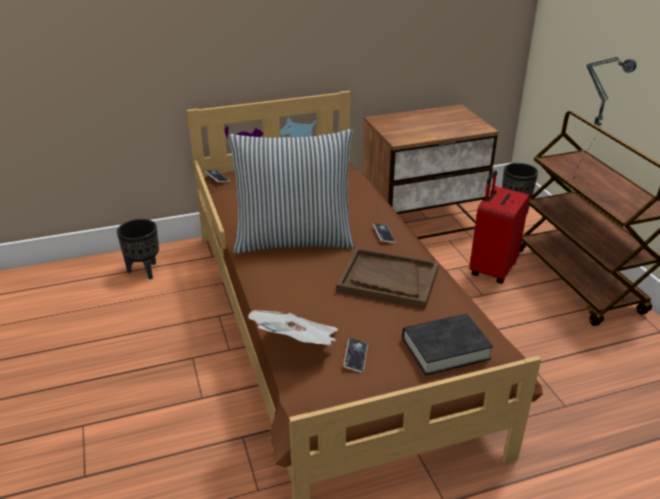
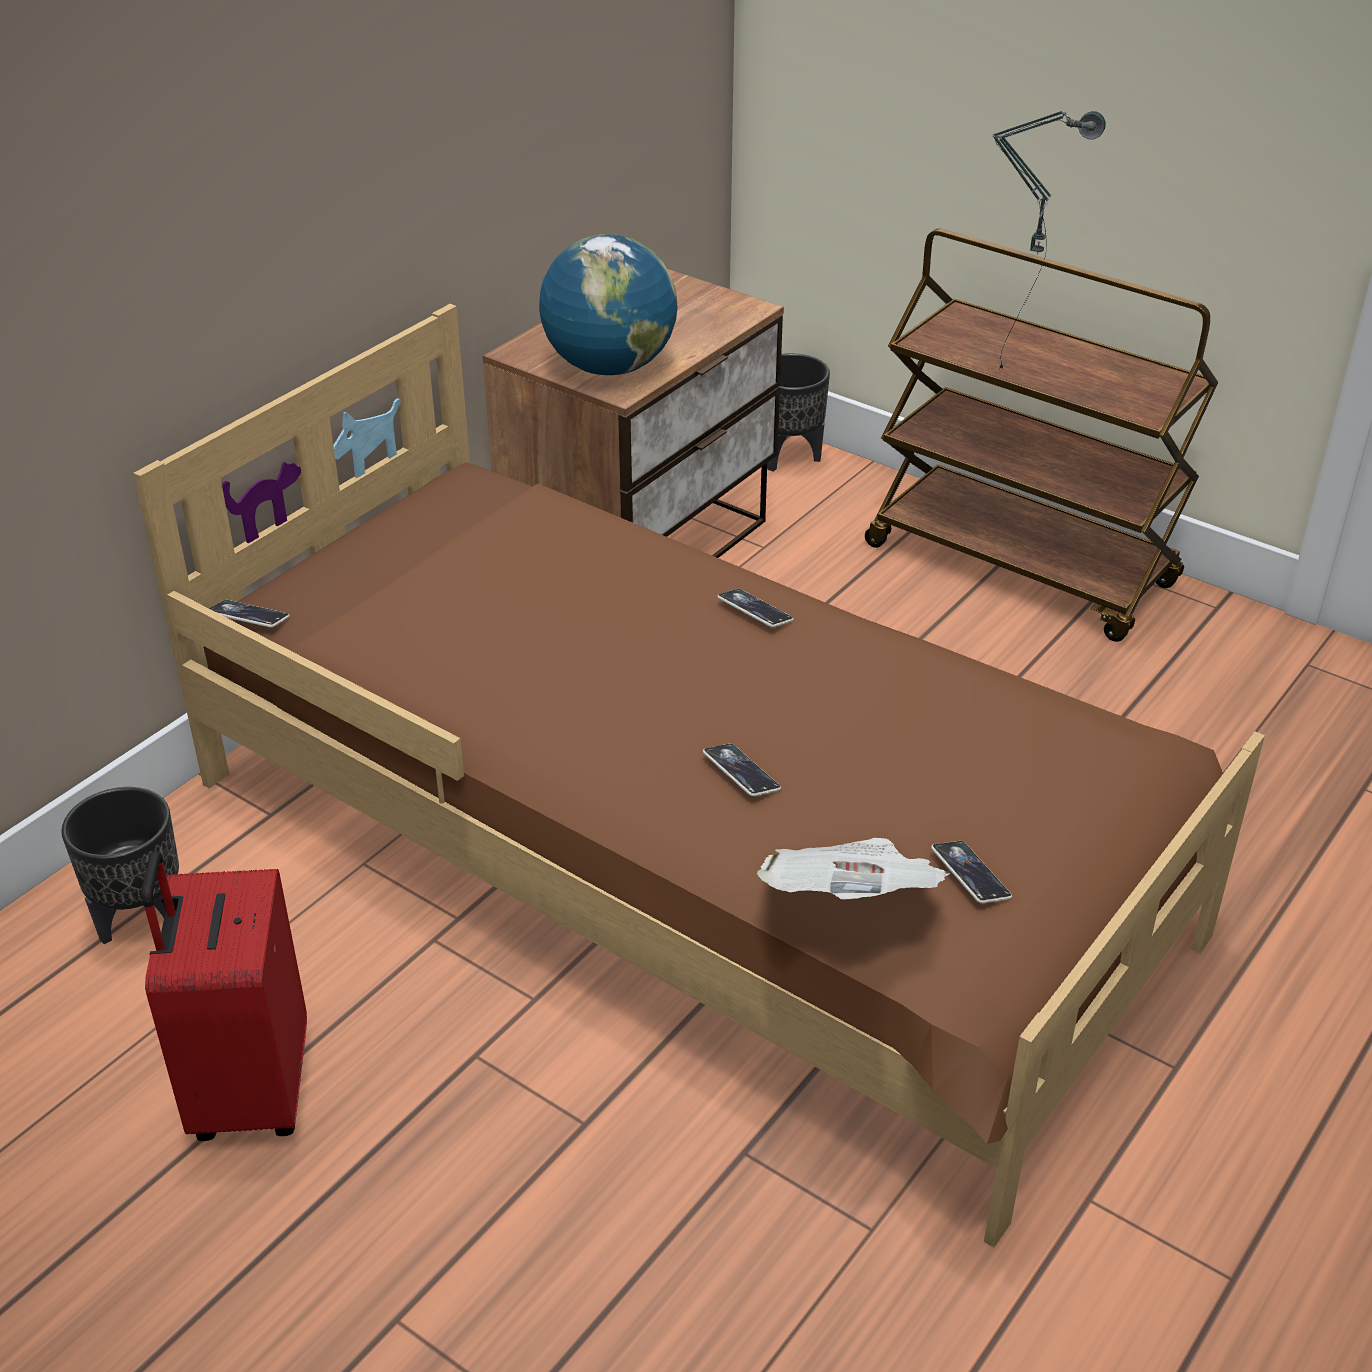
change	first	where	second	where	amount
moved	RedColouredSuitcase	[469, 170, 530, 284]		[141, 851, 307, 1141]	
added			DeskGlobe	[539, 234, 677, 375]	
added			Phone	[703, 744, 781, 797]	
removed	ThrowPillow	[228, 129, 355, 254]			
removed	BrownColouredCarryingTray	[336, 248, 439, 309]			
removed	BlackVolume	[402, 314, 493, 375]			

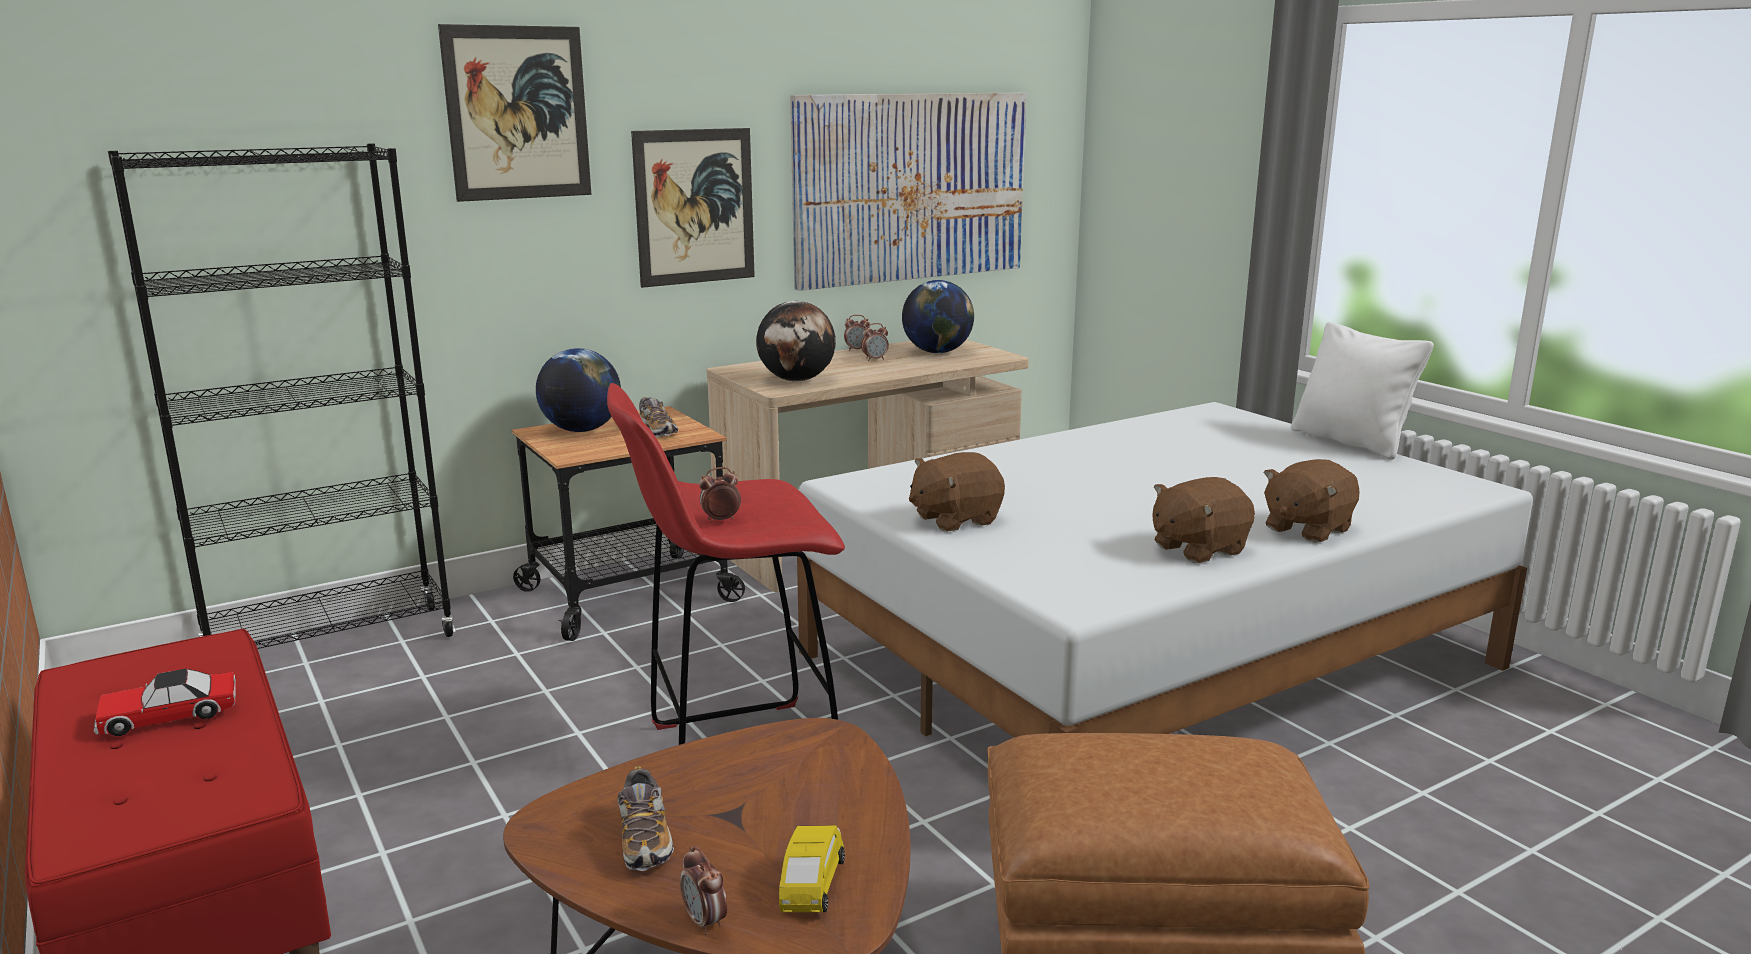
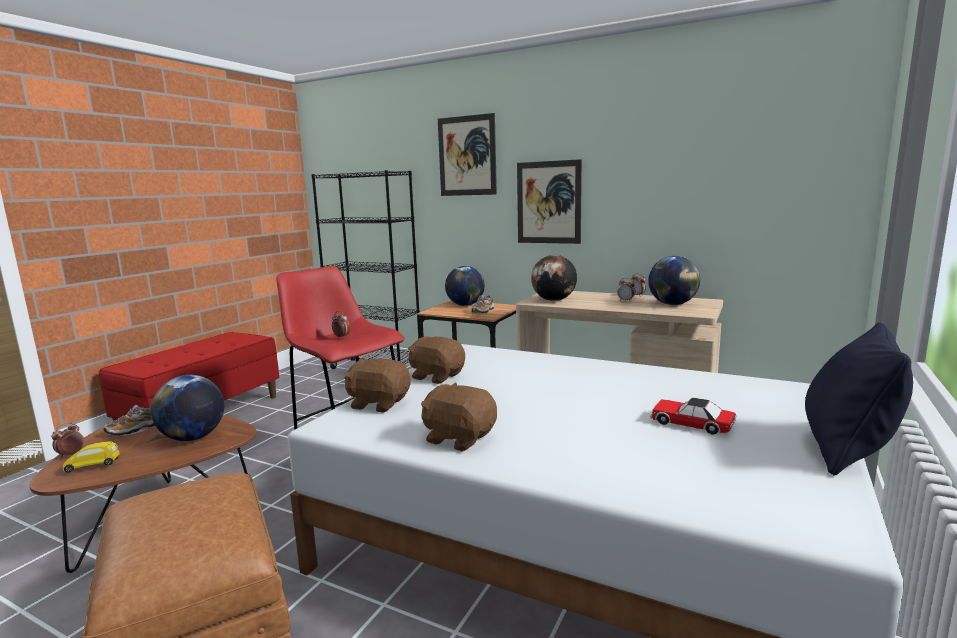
change	first	where	second	where	amount
added			DeskGlobe	[151, 375, 224, 441]	
moved	BrownColouredSoftToy	[1263, 459, 1359, 542]		[345, 358, 411, 413]	
moved	MiniatureCar	[94, 669, 236, 736]		[650, 398, 736, 434]	
recoloured	WhitishThrowPillow	[1291, 322, 1434, 460]	BlackThrowPillow	[805, 322, 913, 476]	
removed	Picture	[790, 93, 1026, 291]			

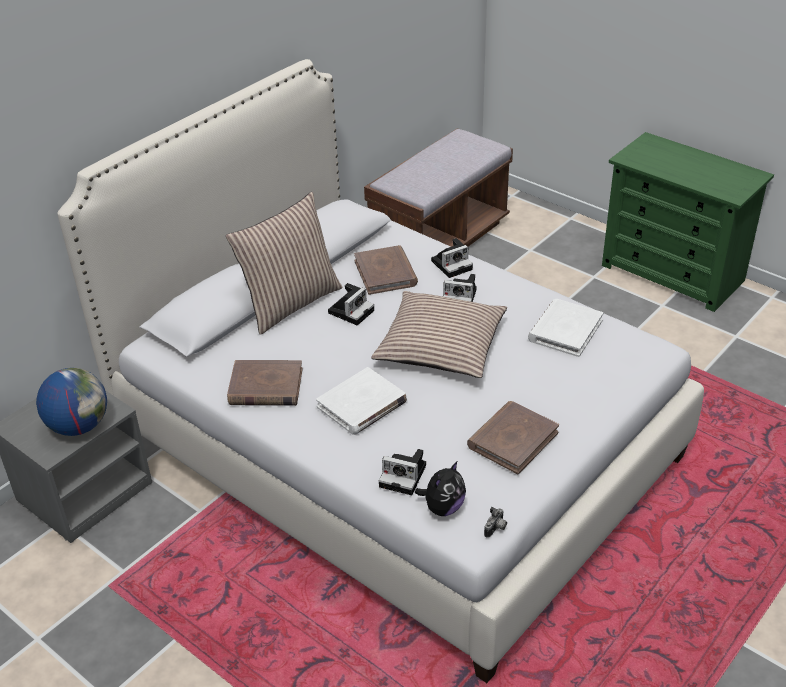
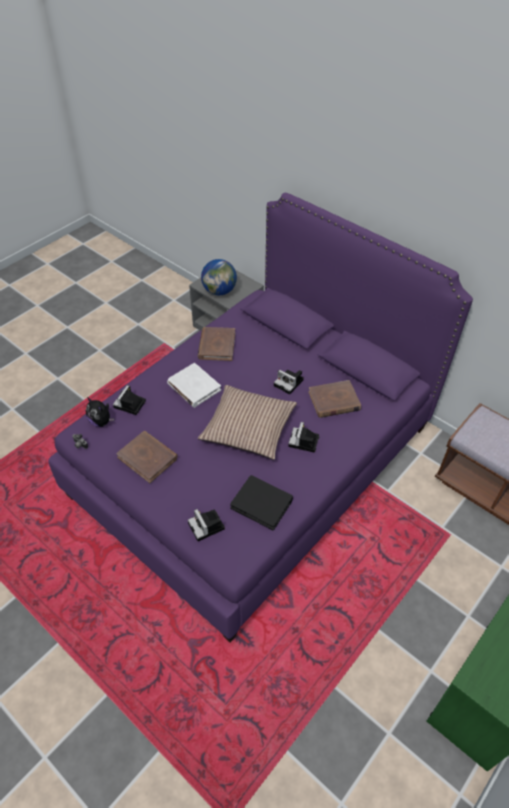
change	first	where	second	where	amount
recoloured	WhitishBedroomBed	[57, 59, 704, 683]	PurpleColouredBedroomBed	[48, 193, 473, 642]	
moved	PhotoCamera	[431, 238, 473, 278]		[188, 509, 225, 541]	
recoloured	WhitishVolume	[528, 299, 603, 357]	BlackVolume	[230, 475, 293, 531]	
removed	ThrowPillow	[226, 192, 342, 335]			

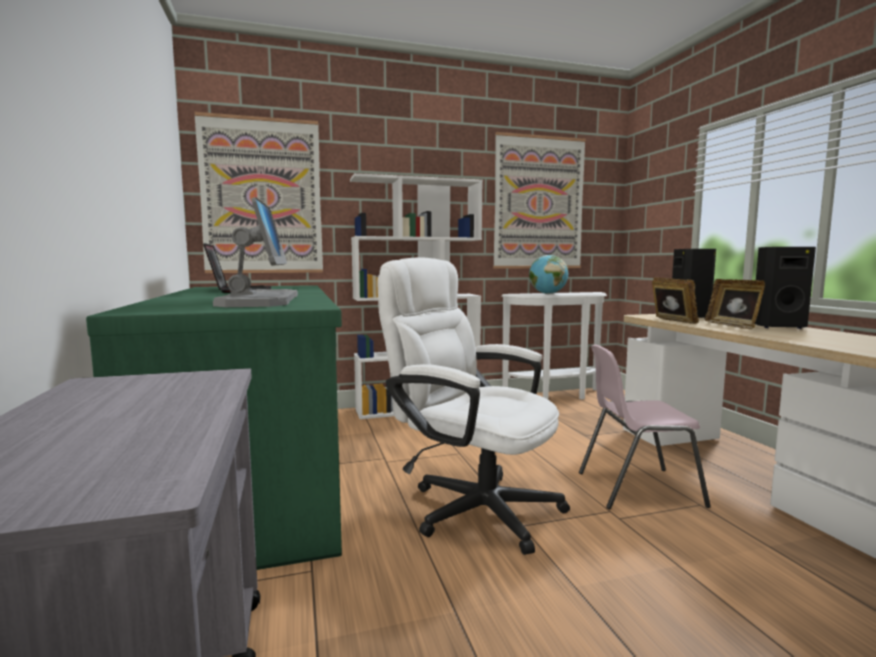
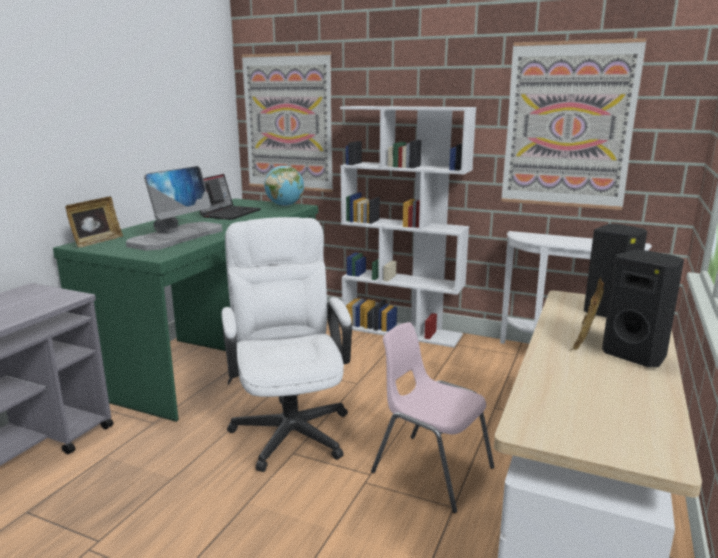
change	first	where	second	where	amount
moved	PhotoFrame	[652, 277, 699, 324]		[65, 197, 123, 247]	
moved	DeskGlobe	[529, 255, 568, 294]		[264, 166, 304, 206]	

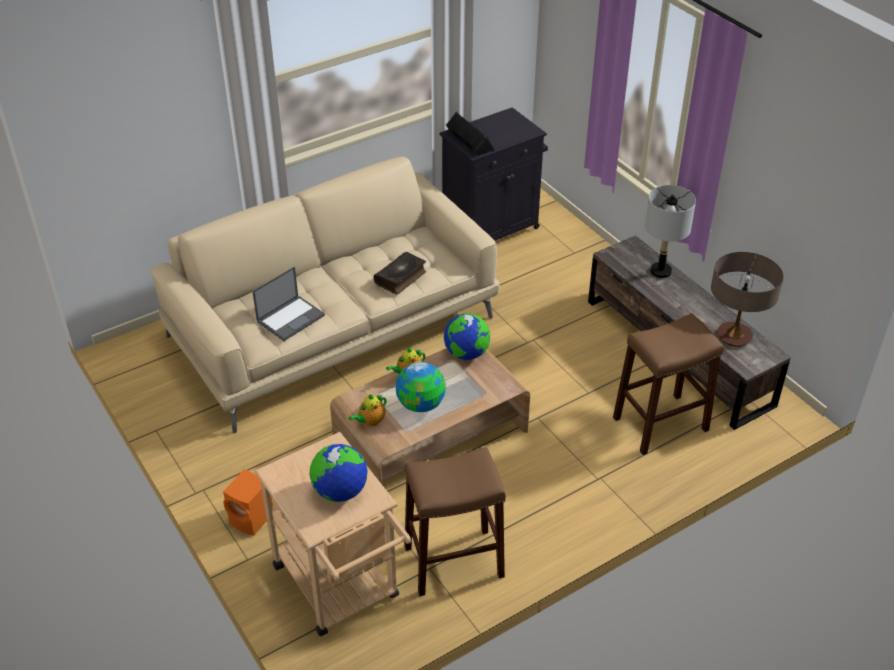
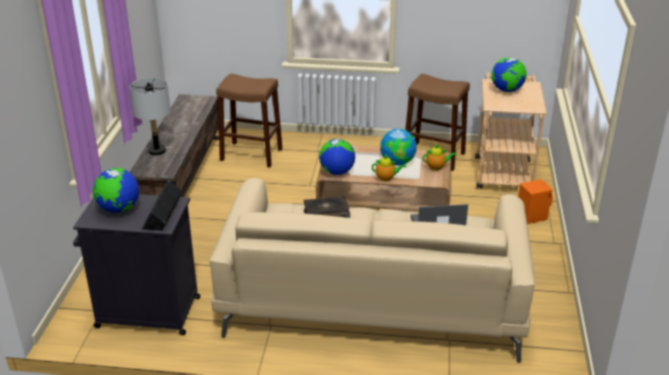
change	first	where	second	where	amount
added			DeskGlobe	[93, 168, 139, 213]	
removed	TableLamp	[711, 252, 784, 347]			

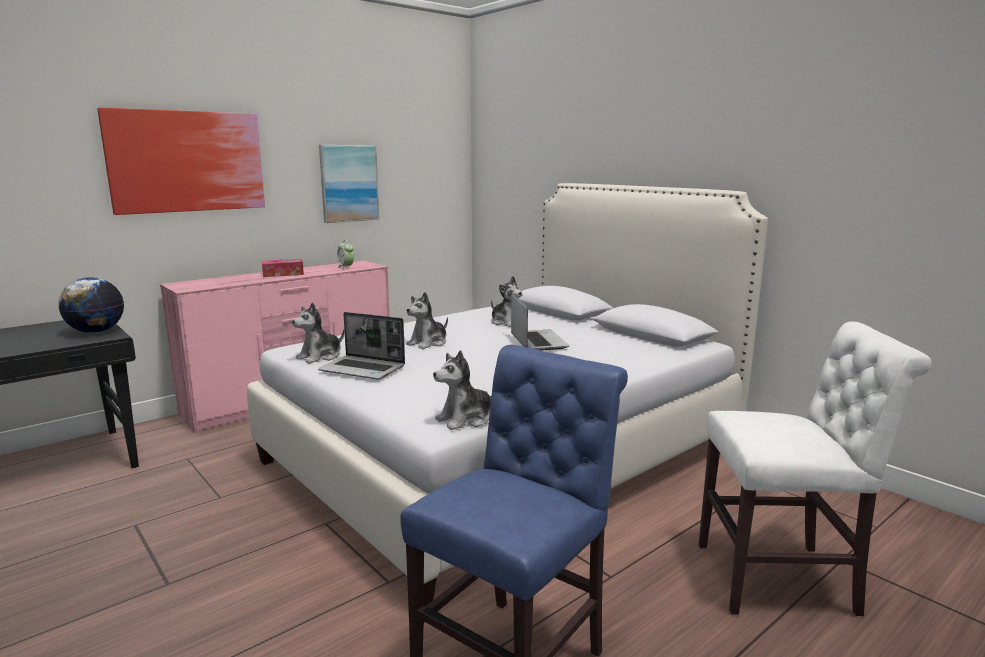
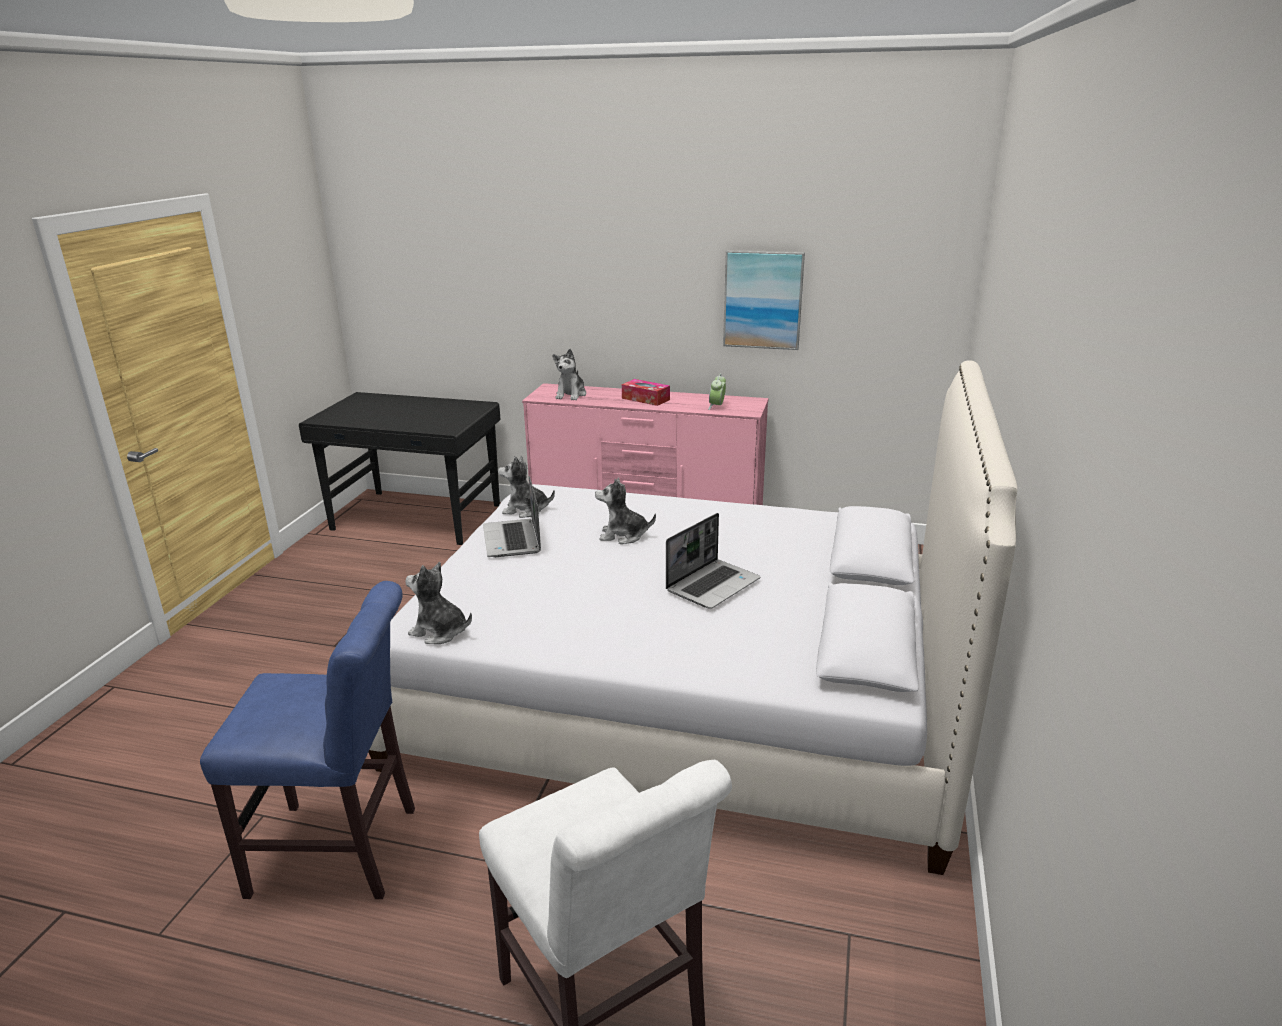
change	first	where	second	where	amount
moved	SoftToy	[491, 276, 523, 327]		[552, 349, 586, 400]	
removed	DeskGlobe	[59, 277, 124, 333]			
removed	Picture	[97, 107, 265, 215]			

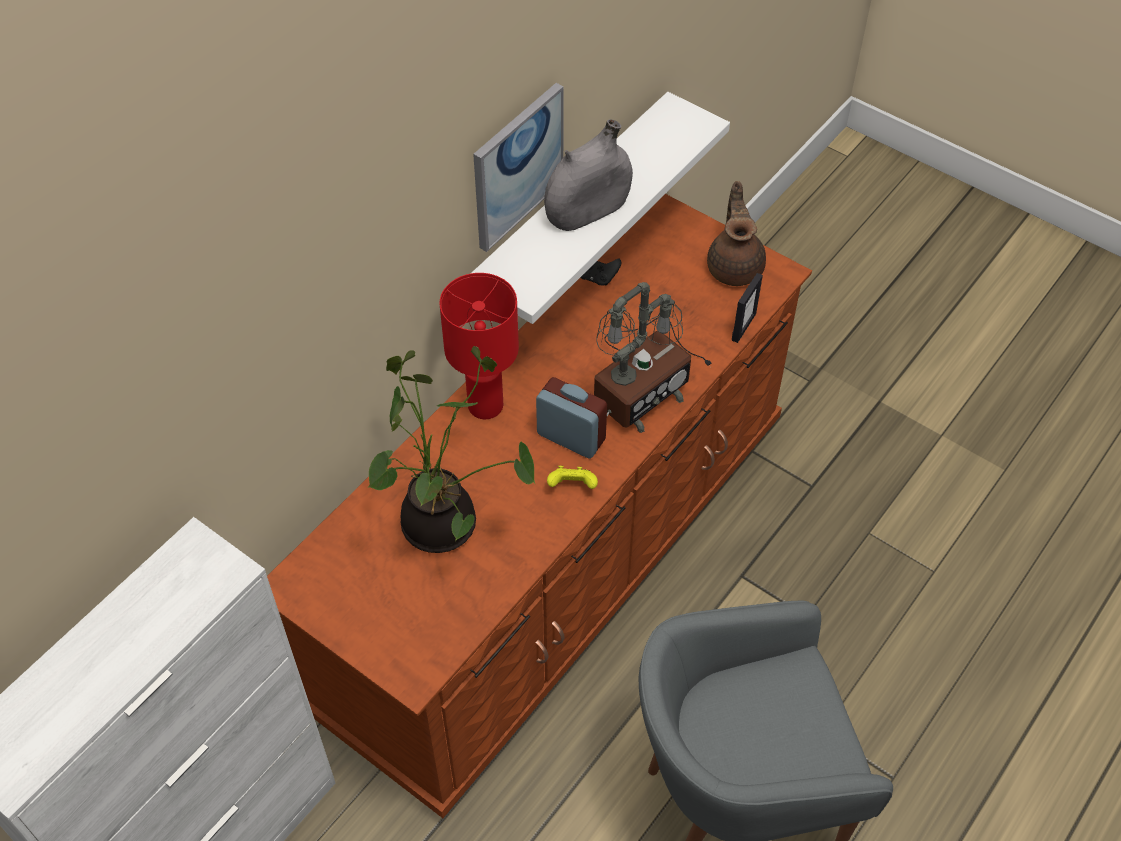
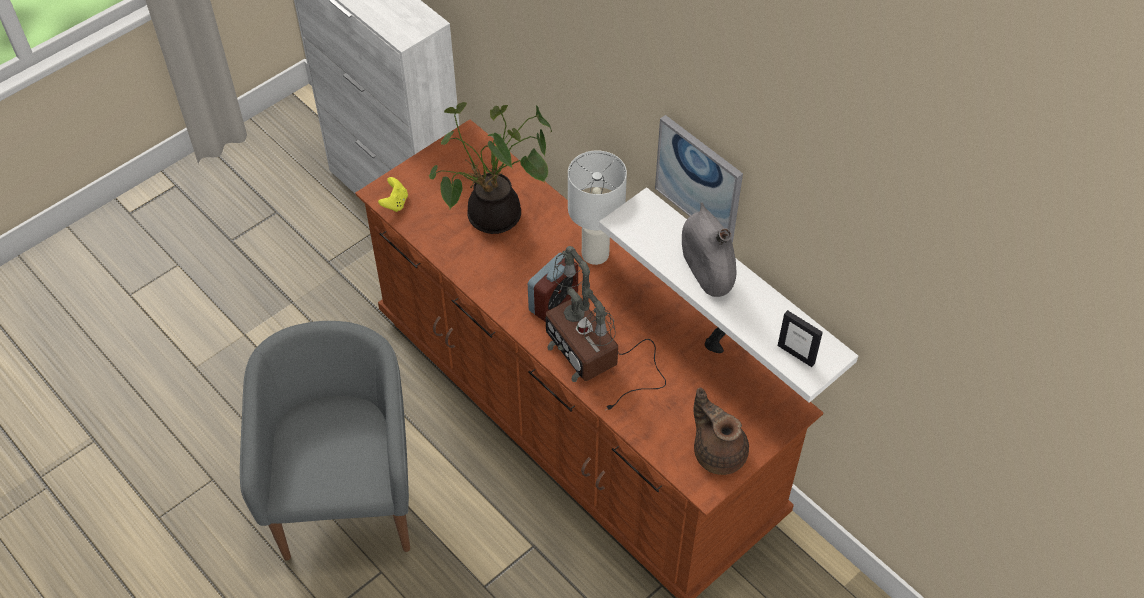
change	first	where	second	where	amount
moved	YellowJoypad	[547, 466, 598, 489]		[378, 177, 408, 212]	
recoloured	RedColouredTableLamp	[440, 273, 519, 419]	WhitishTableLamp	[568, 150, 627, 265]	
turned	BrownColouredTeaPot	[707, 181, 766, 286]		[693, 387, 749, 475]	135 degrees counterclockwise
moved	PhotoFrame	[732, 273, 763, 343]		[778, 310, 823, 367]	

